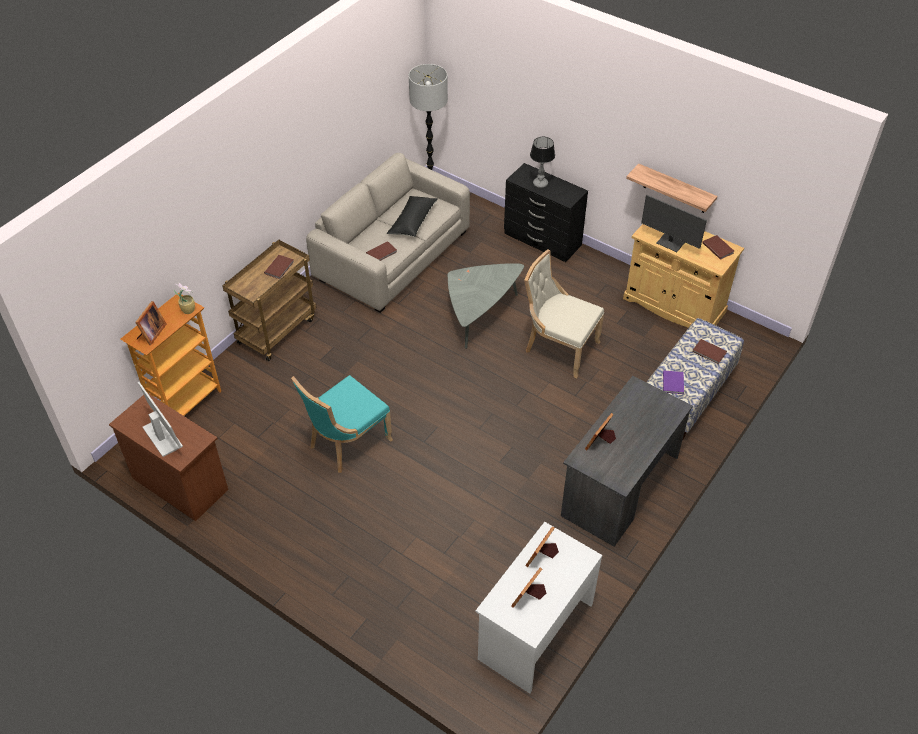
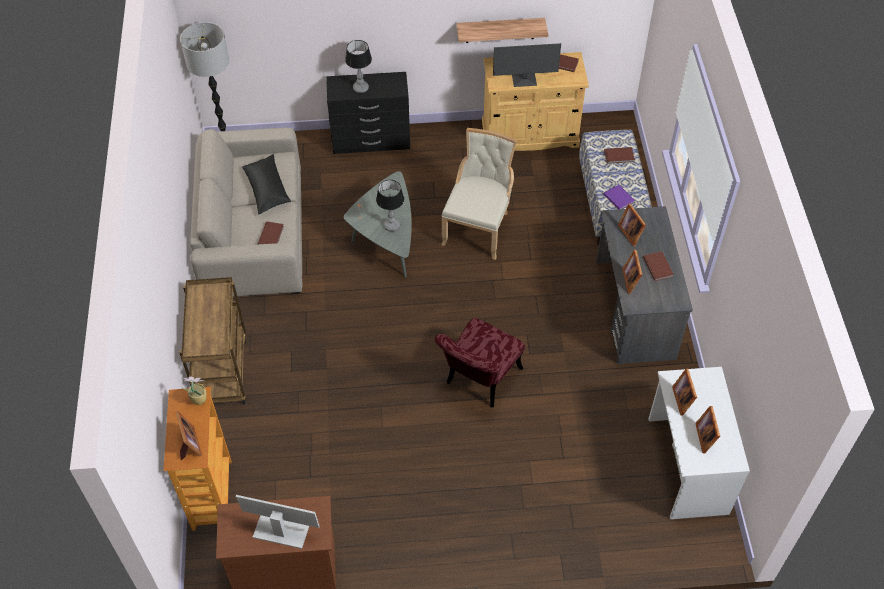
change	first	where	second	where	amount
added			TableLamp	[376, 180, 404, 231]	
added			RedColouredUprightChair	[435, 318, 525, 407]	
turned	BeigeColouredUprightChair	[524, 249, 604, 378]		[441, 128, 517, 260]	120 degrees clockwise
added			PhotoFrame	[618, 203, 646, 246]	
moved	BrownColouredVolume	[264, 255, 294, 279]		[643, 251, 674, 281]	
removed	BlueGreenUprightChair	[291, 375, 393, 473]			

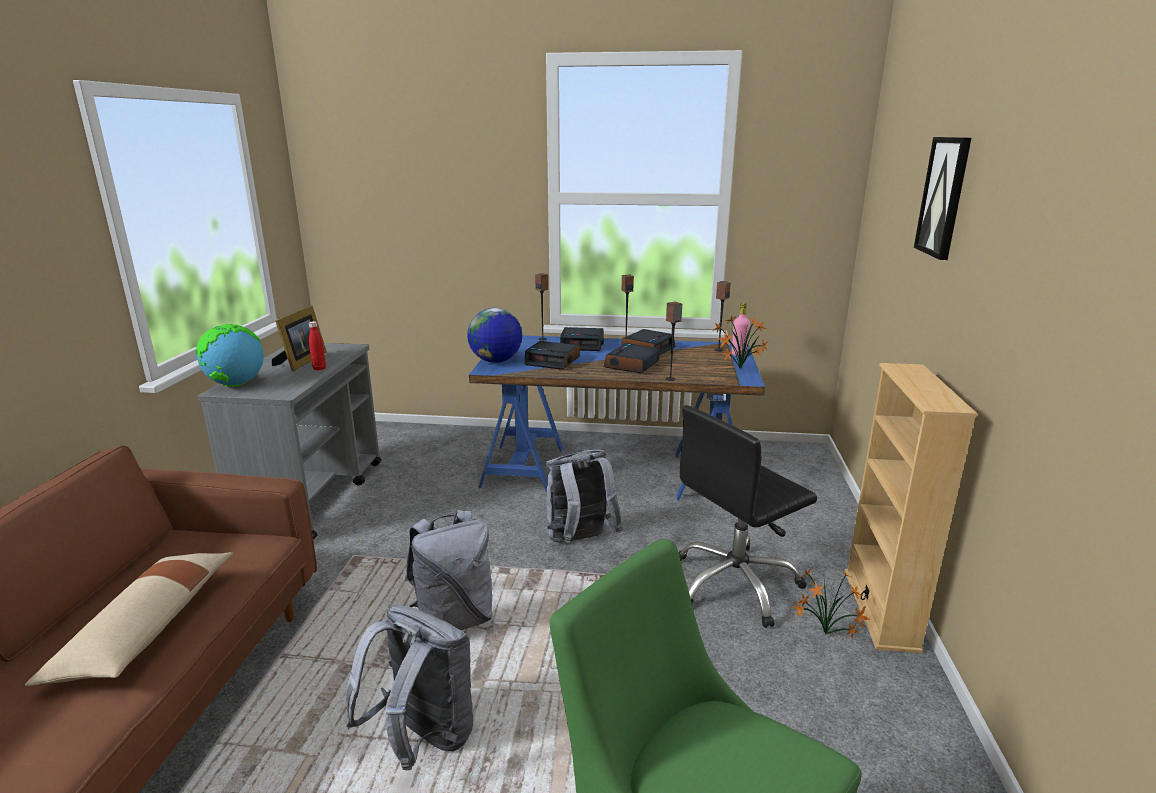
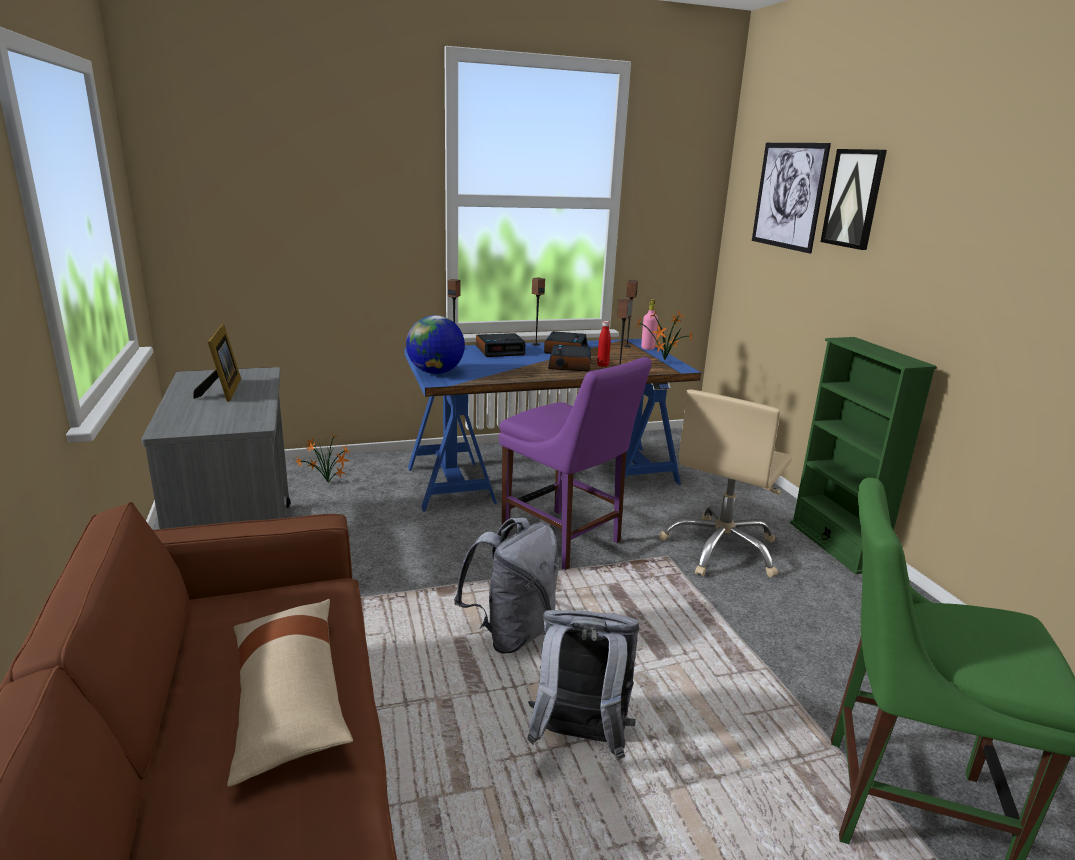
change	first	where	second	where	amount
moved	PottedPlant	[792, 566, 871, 640]		[295, 434, 349, 483]	
replaced	GreyishKnapsack	[546, 449, 623, 543]	PurpleColouredUprightChair	[499, 357, 652, 570]	
moved	RedColouredBeverageBottle	[309, 321, 326, 371]		[597, 321, 611, 367]	
recoloured	BlackComputerChair	[678, 405, 817, 628]	BeigeColouredComputerChair	[659, 389, 792, 577]	
added			Picture	[752, 143, 831, 254]	
recoloured	BeigeColouredShelvingUnit	[844, 363, 978, 653]	GreenShelvingUnit	[790, 337, 937, 574]	
removed	DeskGlobe	[195, 324, 264, 387]			
removed	AlarmClock	[524, 341, 580, 370]			

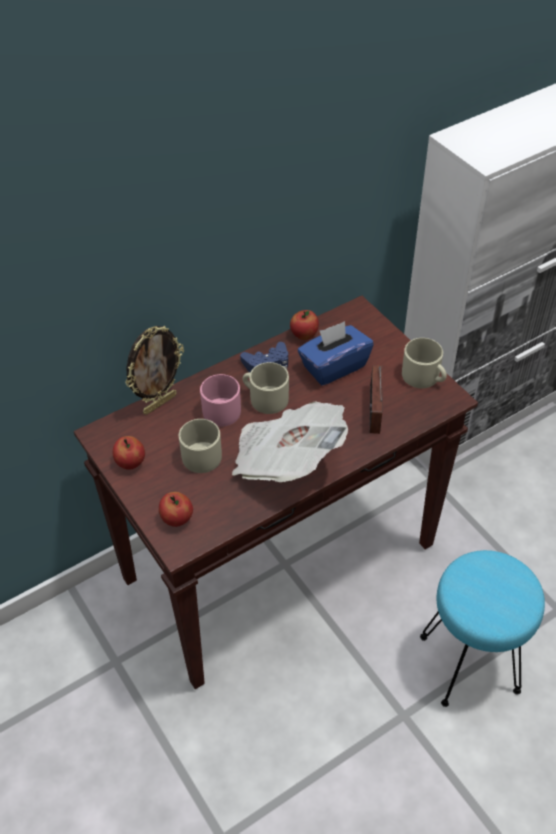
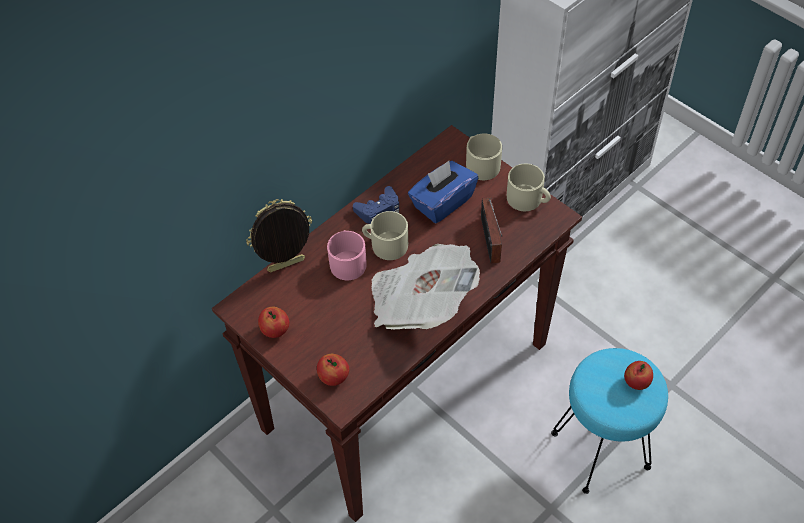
change	first	where	second	where	amount
turned	PhotoFrame	[125, 326, 184, 415]		[246, 199, 312, 272]	150 degrees counterclockwise
moved	BeigeColouredCoffeeMug	[179, 419, 222, 473]		[466, 133, 502, 180]	
moved	AppleFruit	[290, 310, 319, 340]		[624, 361, 653, 390]	

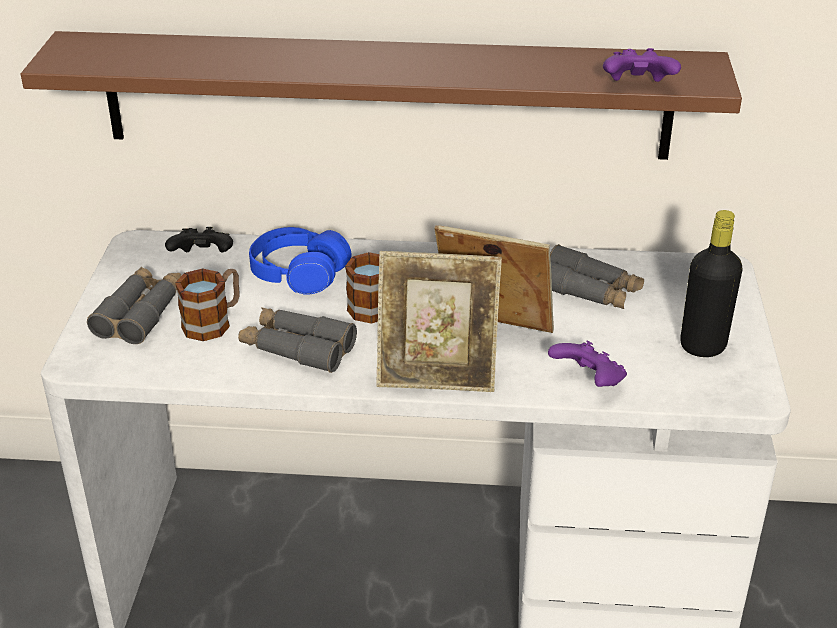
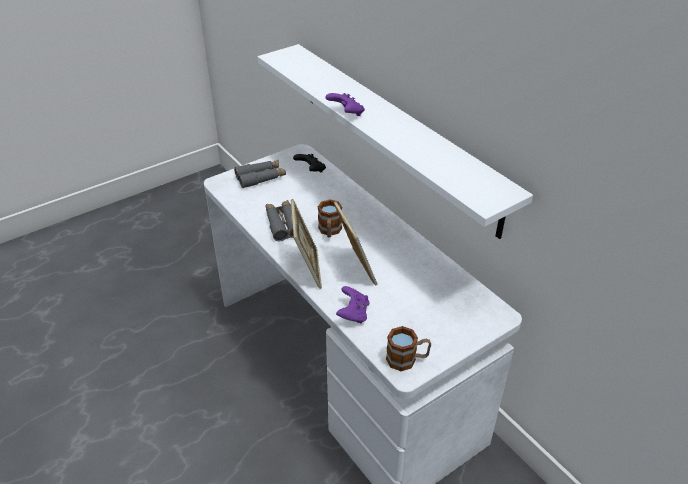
change	first	where	second	where	amount
recoloured	BrownColouredWallShelf	[21, 31, 742, 160]	WhitishWallShelf	[258, 44, 533, 239]	
turned	PhotoFrame	[377, 251, 502, 392]		[291, 199, 322, 289]	150 degrees counterclockwise
moved	PurpleColouredJoypad	[603, 48, 681, 82]		[326, 93, 365, 116]	
moved	CoffeeMug	[175, 269, 240, 341]		[386, 326, 431, 371]	
removed	BluishPairOfHeadphones	[249, 227, 352, 294]			
removed	GreyishFieldGlasses	[550, 244, 644, 309]			
removed	BlackBeverageBottle	[680, 210, 743, 357]			

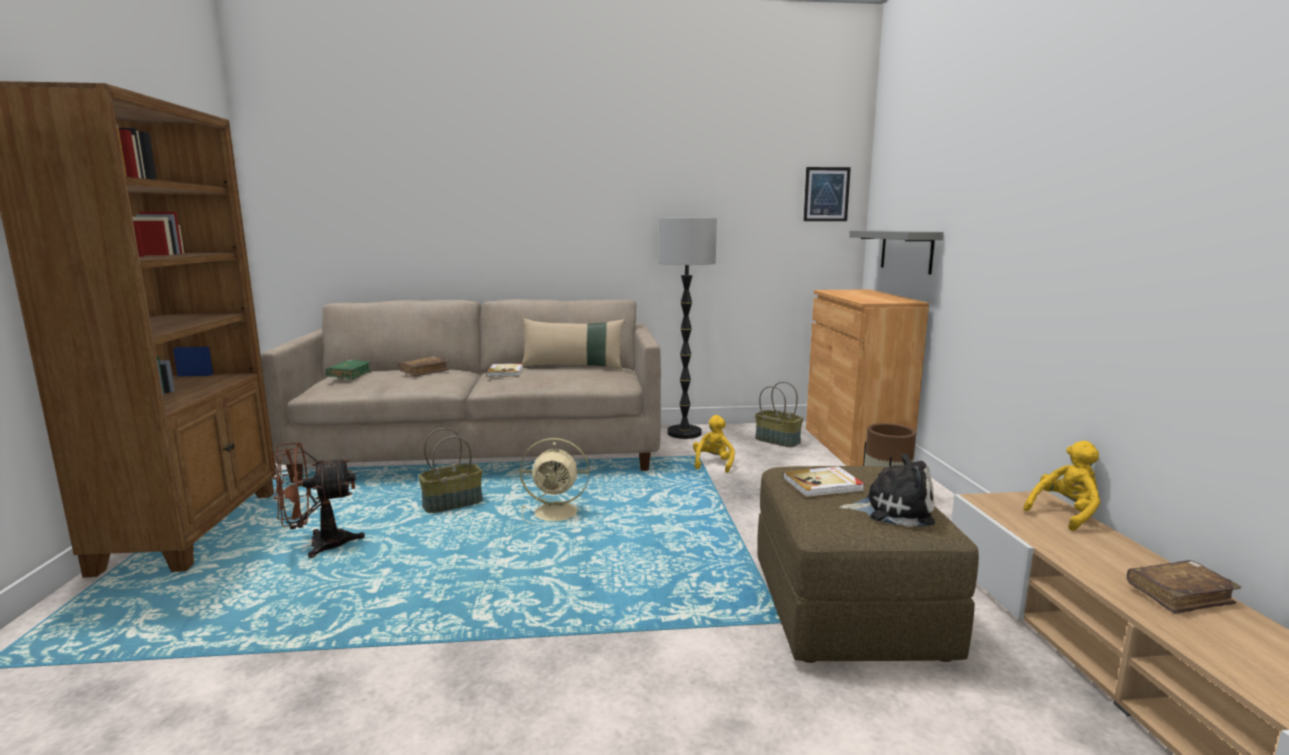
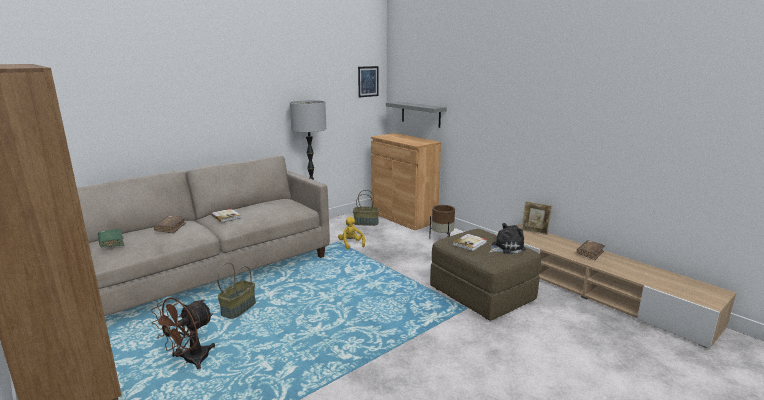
change	first	where	second	where	amount
replaced	YellowSoftToy	[1023, 441, 1100, 531]	PhotoFrame	[521, 201, 552, 235]	
removed	BeigeColouredFan	[520, 438, 590, 524]			
removed	BeigeColouredThrowPillow	[522, 318, 625, 369]			

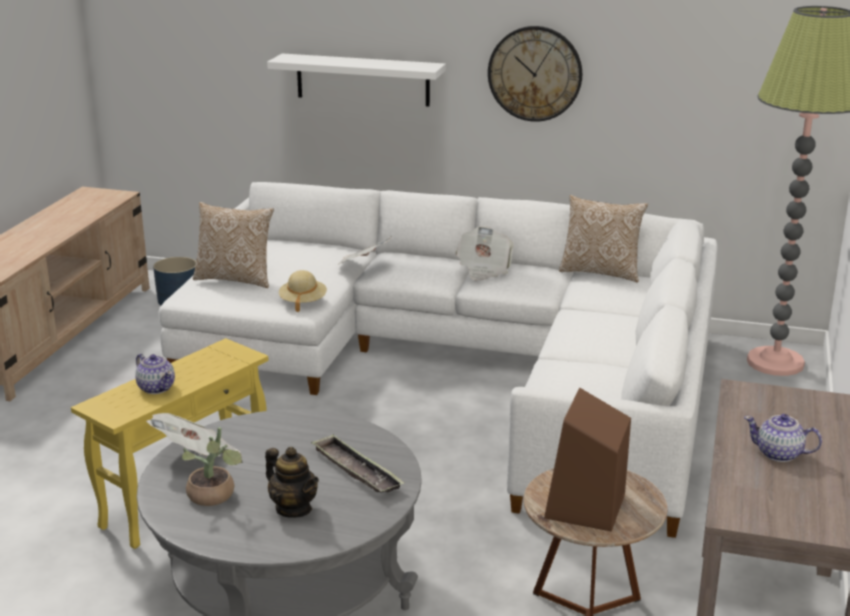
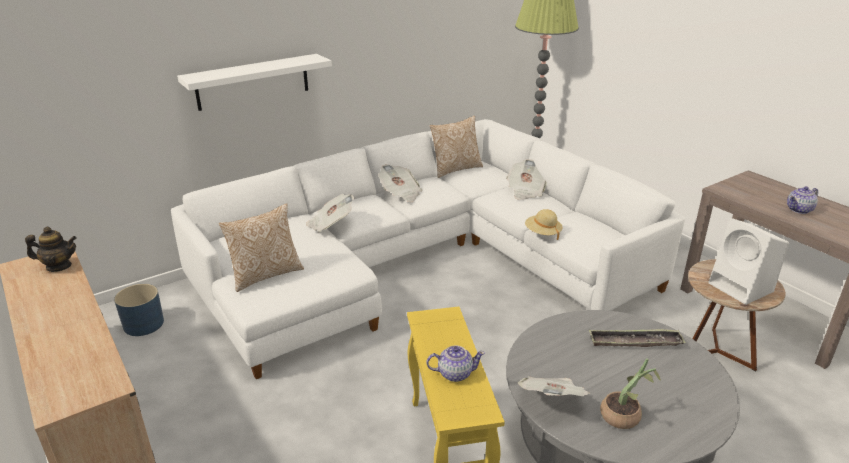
change	first	where	second	where	amount
moved	TeaPot	[265, 447, 319, 518]		[25, 227, 77, 272]	
added			PrintedPaper	[506, 159, 547, 200]	
moved	BeigeColouredHat	[279, 270, 327, 312]		[525, 209, 563, 240]	
recoloured	BrownColouredSpeaker	[544, 388, 631, 532]	WhitishSpeaker	[708, 218, 789, 305]	
removed	WallClock	[488, 26, 582, 122]			

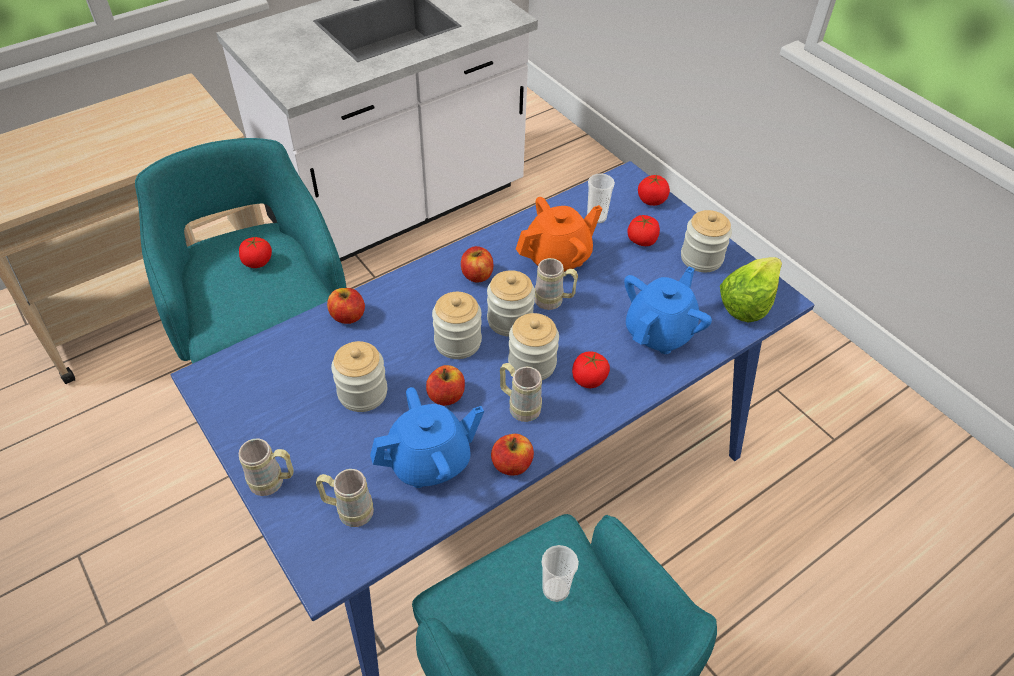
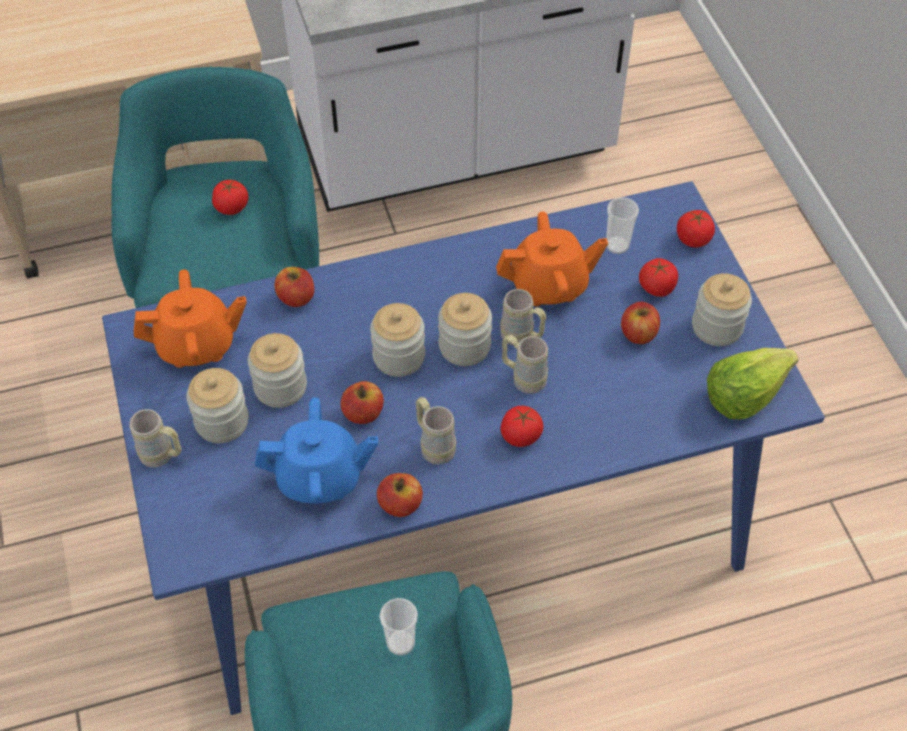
change	first	where	second	where	amount
added			OrangeColouredTeaPot	[134, 269, 247, 368]	
moved	StorageJar	[508, 313, 559, 380]		[186, 368, 249, 443]	
moved	BeigeColouredCoffeeMug	[316, 469, 374, 527]		[502, 335, 548, 394]	
moved	AppleFruit	[461, 246, 493, 282]		[621, 302, 660, 344]	
removed	BluishTeaPot	[624, 266, 712, 354]			

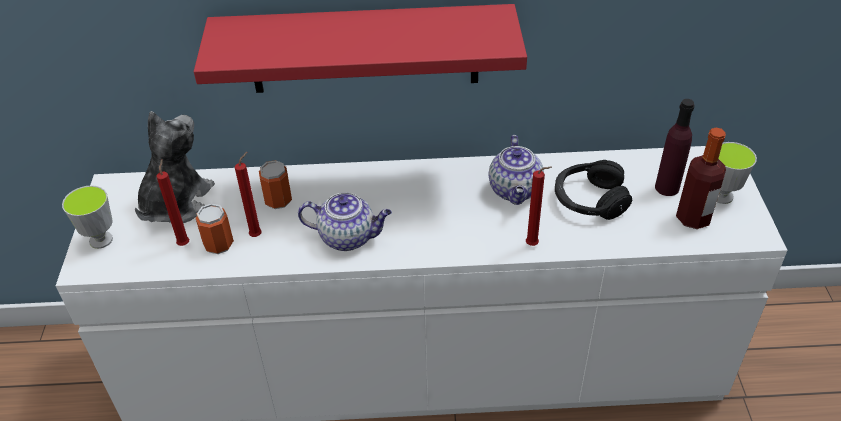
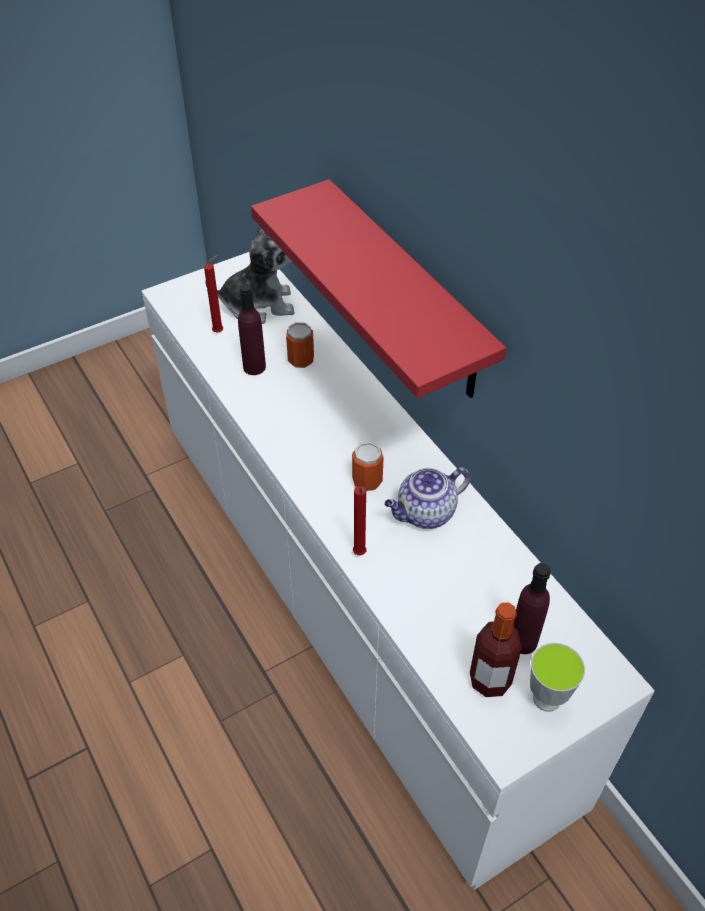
change	first	where	second	where	amount
replaced	RedColouredWaxLight	[235, 152, 262, 237]	PurpleColouredBeverageBottle	[238, 284, 266, 375]	
moved	SealedCan	[196, 203, 234, 254]		[352, 442, 384, 491]	
removed	Cup	[62, 185, 113, 249]			
removed	TeaPot	[298, 192, 392, 251]			
removed	BlackPairOfHeadphones	[555, 160, 632, 220]			

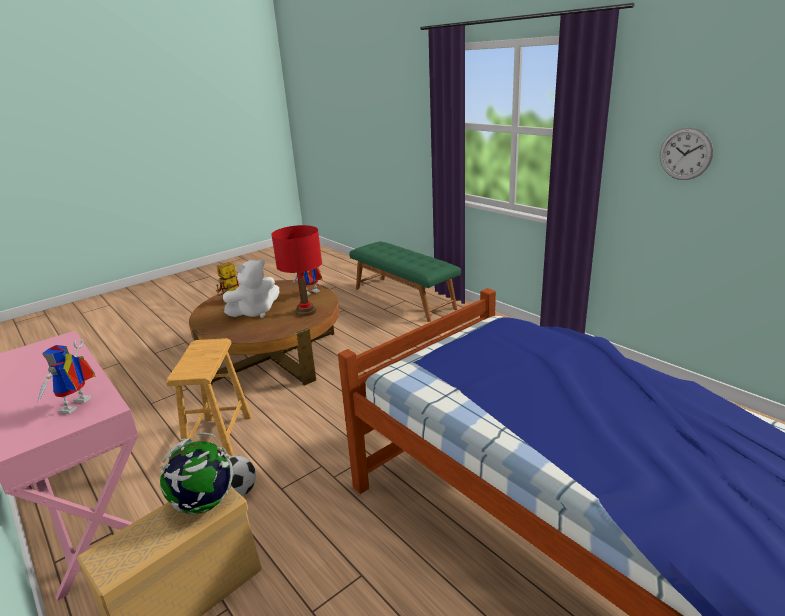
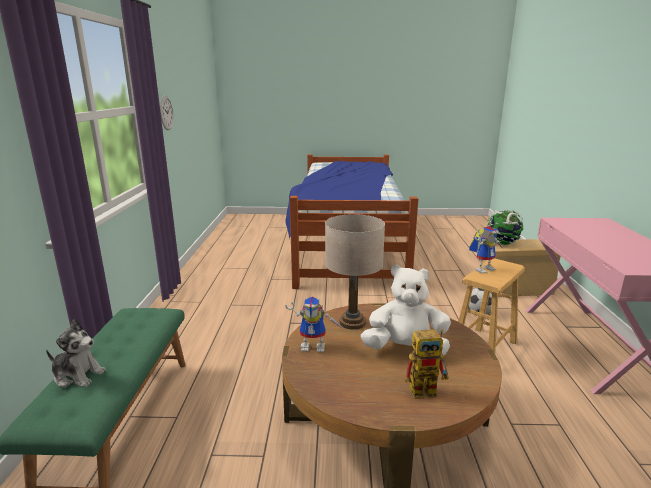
change	first	where	second	where	amount
added			SoftToy	[46, 319, 106, 388]	
recoloured	RedColouredTableLamp	[271, 225, 322, 316]	BeigeColouredTableLamp	[325, 214, 385, 330]	
moved	RobotFigure	[37, 339, 96, 414]		[469, 226, 502, 274]	

